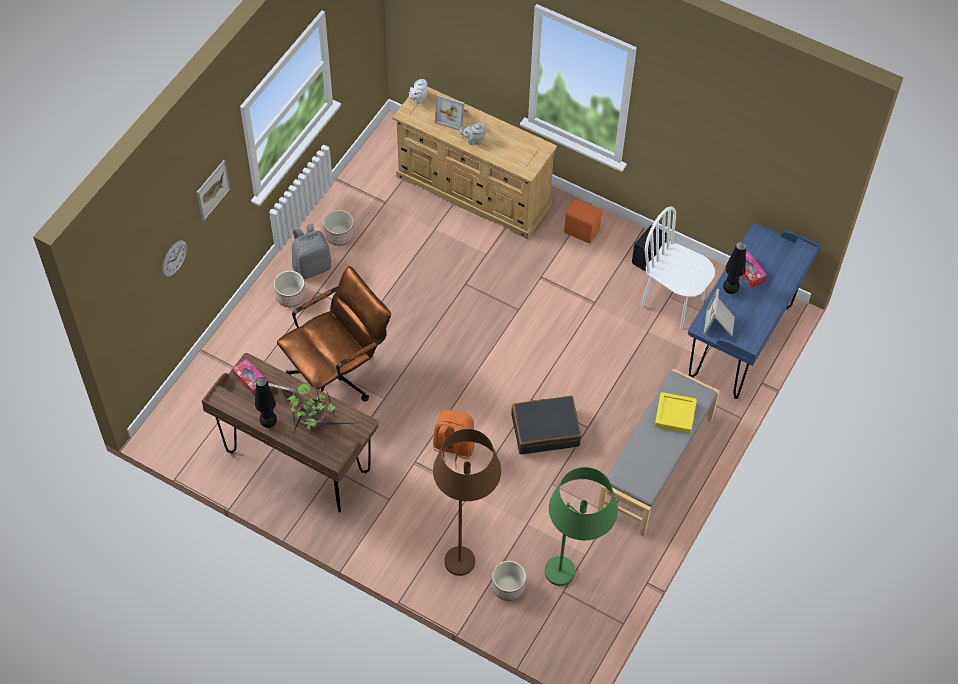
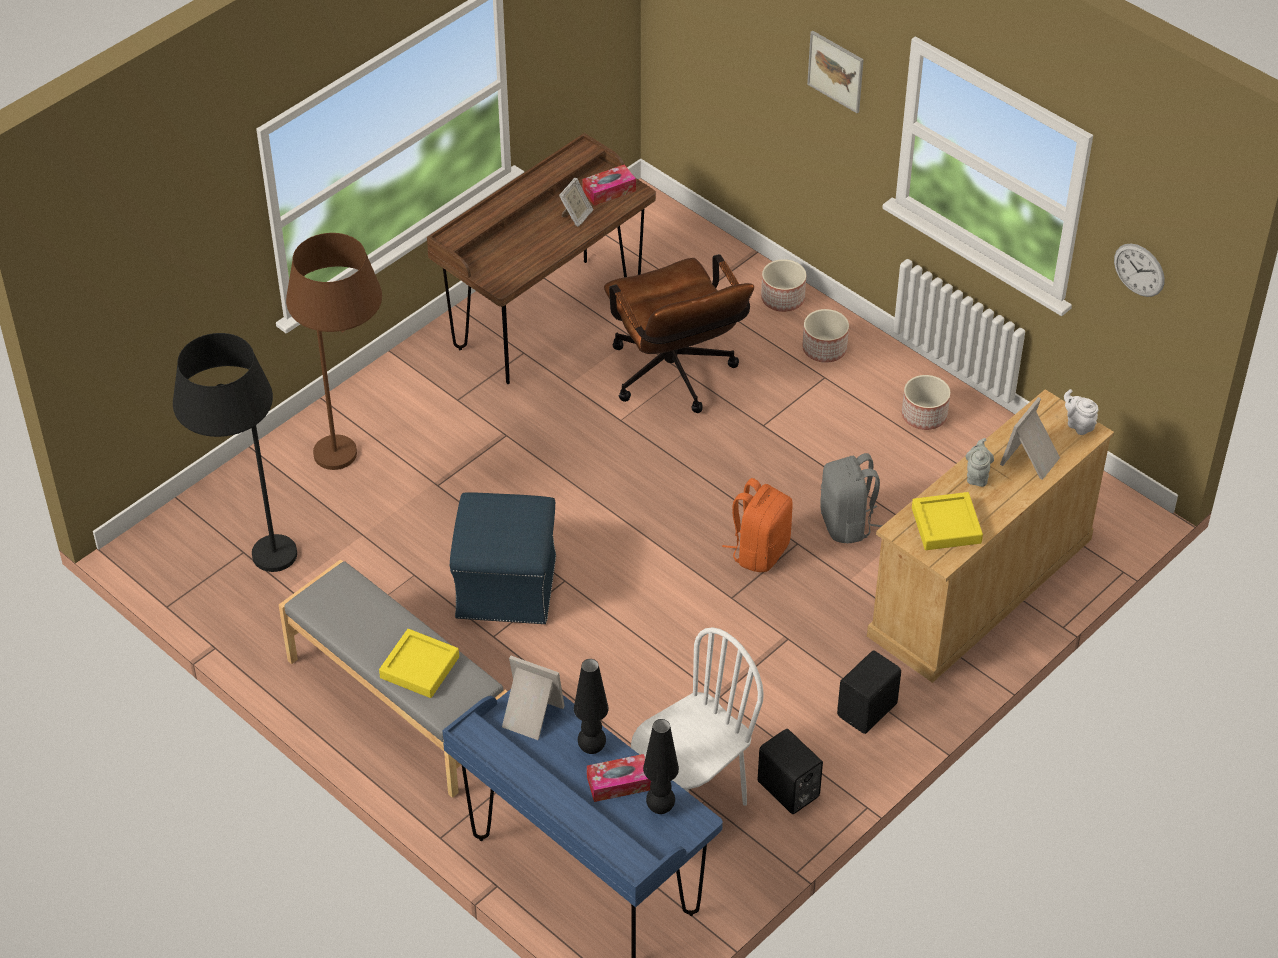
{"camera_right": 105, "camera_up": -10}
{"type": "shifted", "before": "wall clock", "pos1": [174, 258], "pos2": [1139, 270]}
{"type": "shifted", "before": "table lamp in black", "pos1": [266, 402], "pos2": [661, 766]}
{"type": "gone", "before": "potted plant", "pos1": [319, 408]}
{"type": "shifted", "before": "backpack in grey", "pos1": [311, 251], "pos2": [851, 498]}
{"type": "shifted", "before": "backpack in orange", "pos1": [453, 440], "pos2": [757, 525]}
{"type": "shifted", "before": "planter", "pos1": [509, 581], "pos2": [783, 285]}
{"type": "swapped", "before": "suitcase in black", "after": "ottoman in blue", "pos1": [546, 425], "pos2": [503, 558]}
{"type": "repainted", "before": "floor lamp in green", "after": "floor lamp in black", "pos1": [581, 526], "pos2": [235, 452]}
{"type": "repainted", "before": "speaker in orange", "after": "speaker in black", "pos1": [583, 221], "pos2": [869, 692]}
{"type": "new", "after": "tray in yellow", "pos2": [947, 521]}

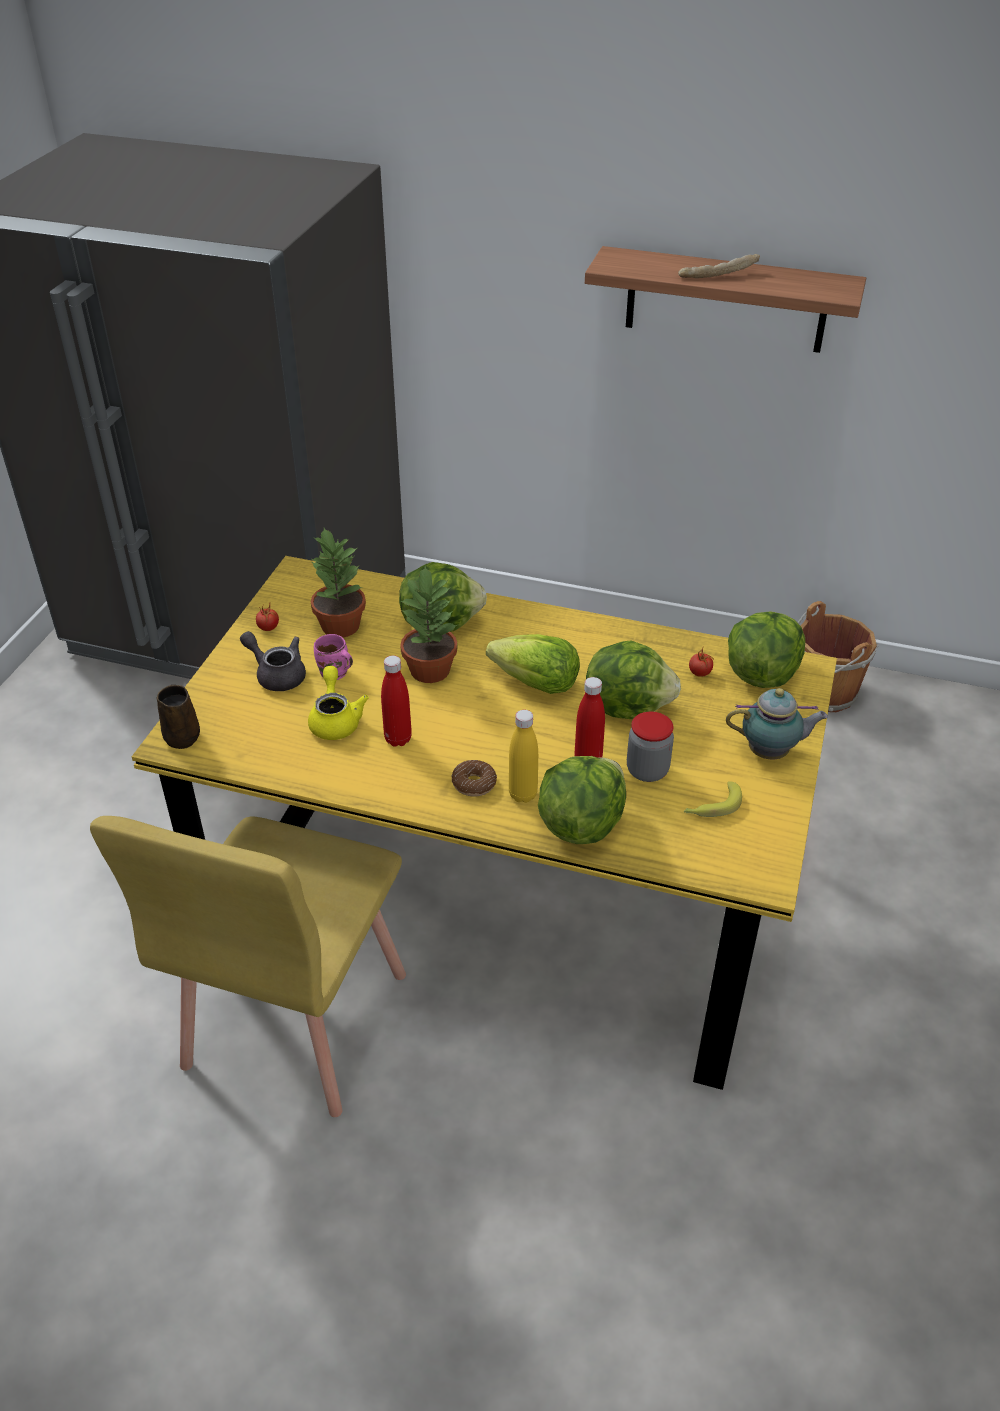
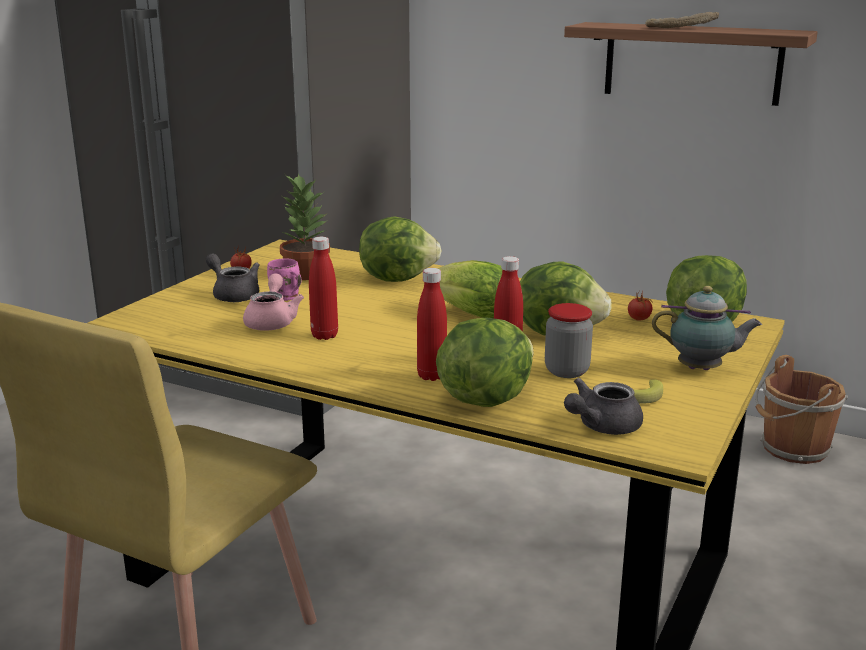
{"camera_right": 10, "camera_up": -20}
{"type": "gone", "before": "mug in brown", "pos1": [178, 717]}
{"type": "repainted", "before": "teapot in yellow", "after": "teapot in pink", "pos1": [338, 703], "pos2": [273, 302]}
{"type": "gone", "before": "potted plant", "pos1": [429, 624]}
{"type": "gone", "before": "donut", "pos1": [474, 778]}
{"type": "repainted", "before": "bottle in yellow", "after": "bottle in red", "pos1": [523, 756], "pos2": [432, 324]}
{"type": "new", "after": "teapot in grey", "pos2": [603, 406]}

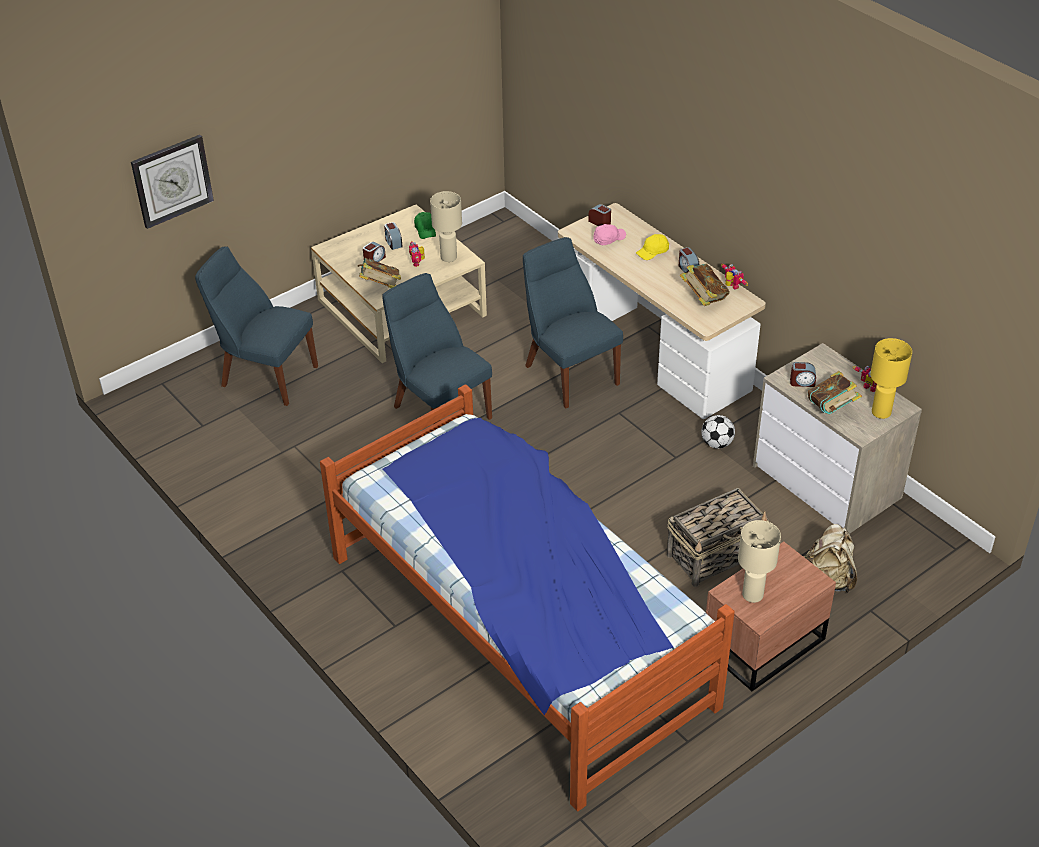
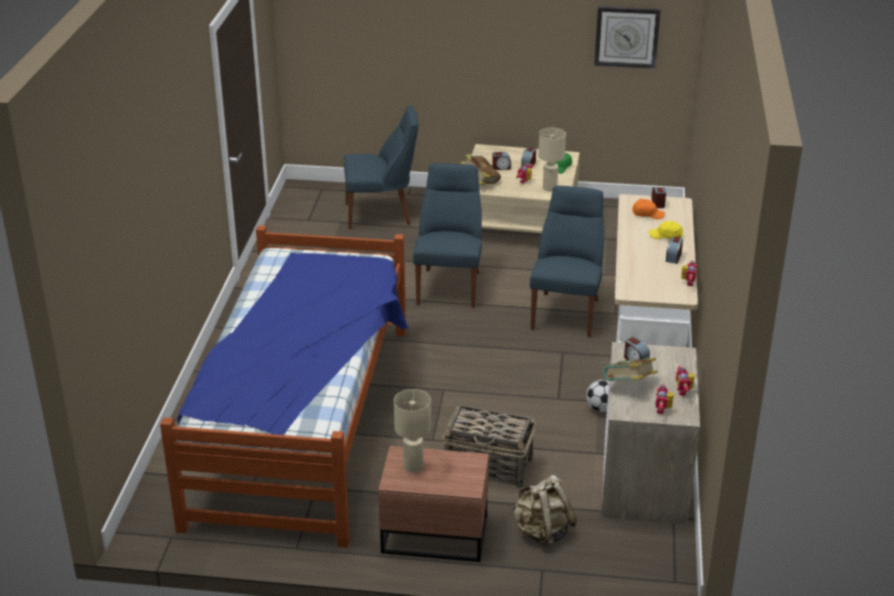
{"camera_right": 45, "camera_up": -10}
{"type": "shifted", "before": "wall clock", "pos1": [172, 182], "pos2": [627, 37]}
{"type": "rotated", "before": "chair in blue", "pos1": [256, 326], "pos2": [381, 167], "turn": 105}
{"type": "repainted", "before": "cap in pink", "after": "cap in orange", "pos1": [609, 234], "pos2": [648, 209]}
{"type": "gone", "before": "book", "pos1": [705, 285]}
{"type": "swapped", "before": "table lamp in yellow", "after": "toy robot", "pos1": [891, 378], "pos2": [664, 398]}

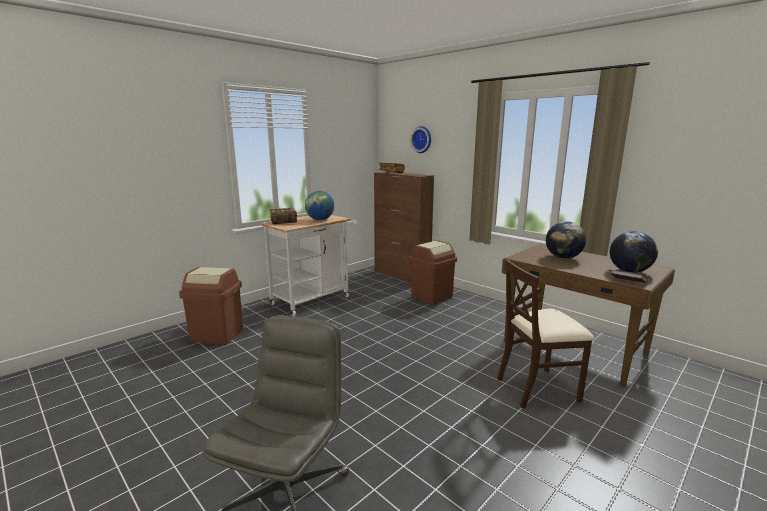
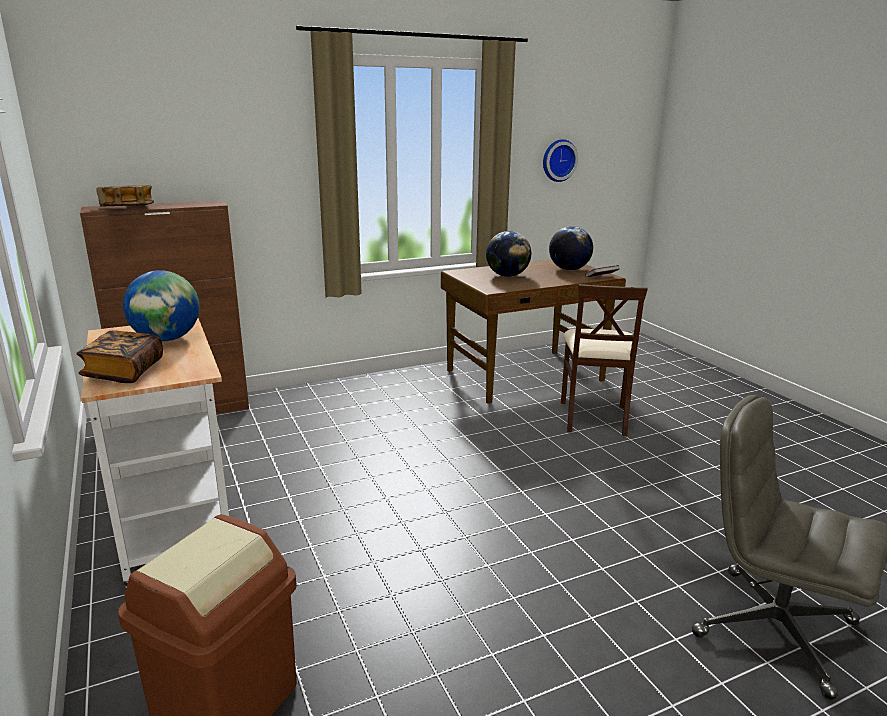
{"camera_right": -70, "camera_up": 5}
{"type": "gone", "before": "trash can in brown", "pos1": [433, 272]}
{"type": "shifted", "before": "wall clock", "pos1": [421, 139], "pos2": [560, 160]}

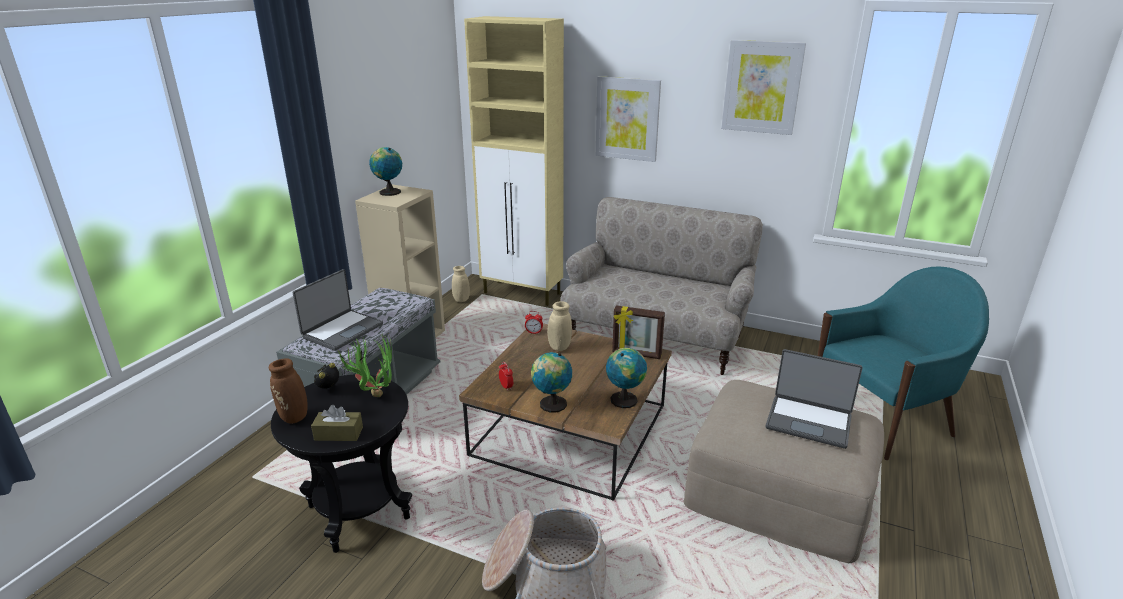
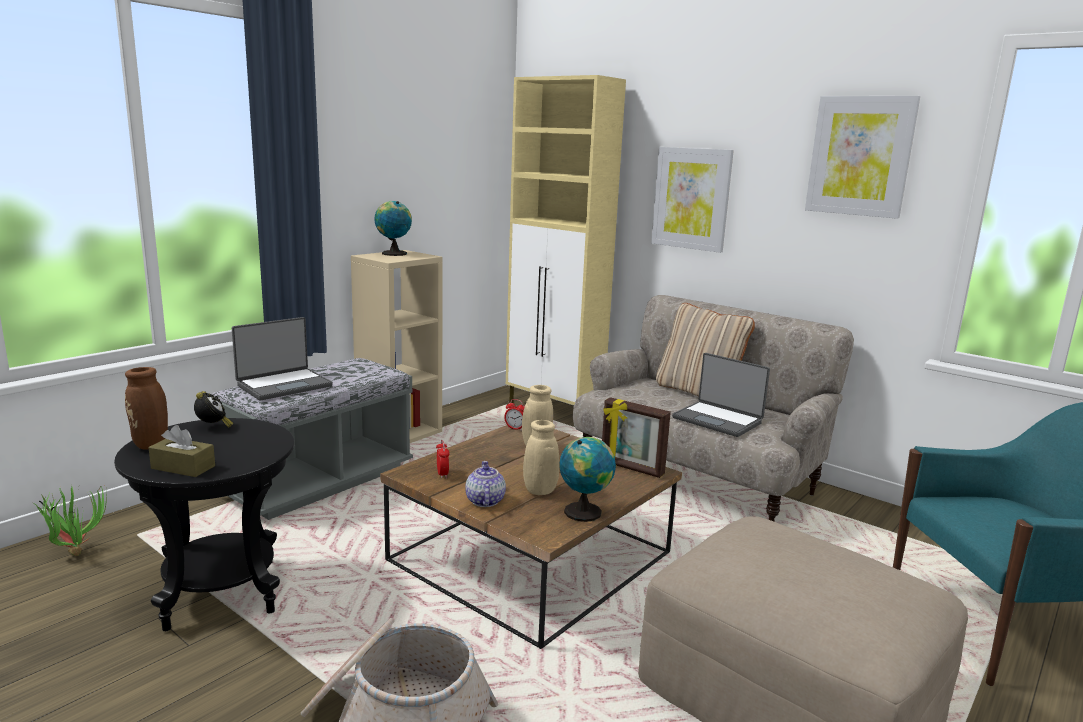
{"camera_right": 15, "camera_up": -10}
{"type": "rotated", "before": "alarm clock", "pos1": [326, 376], "pos2": [213, 409], "turn": 120}
{"type": "shifted", "before": "potted plant", "pos1": [364, 365], "pos2": [70, 520]}
{"type": "shifted", "before": "vase in beige", "pos1": [461, 284], "pos2": [541, 457]}
{"type": "swapped", "before": "globe", "after": "teapot", "pos1": [551, 382], "pos2": [485, 484]}
{"type": "shifted", "before": "laptop", "pos1": [814, 399], "pos2": [721, 395]}
{"type": "new", "after": "pillow in beige", "pos2": [705, 349]}

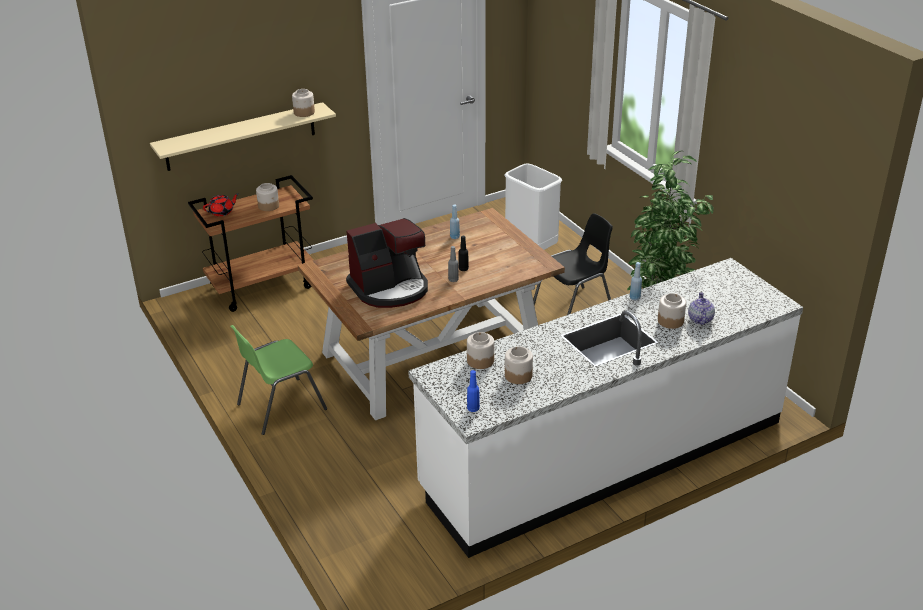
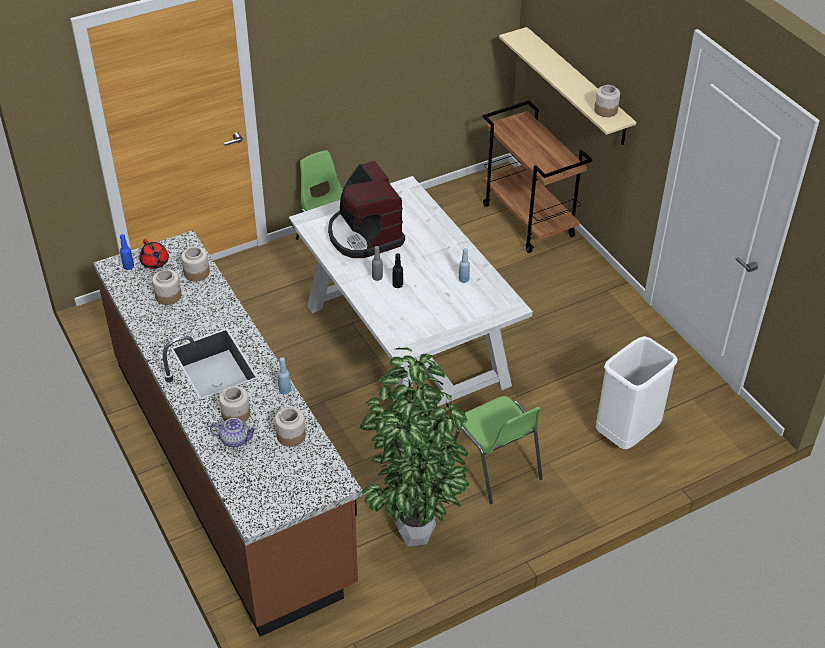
{"camera_right": 90, "camera_up": 10}
{"type": "shifted", "before": "teapot in red", "pos1": [221, 204], "pos2": [154, 254]}
{"type": "shifted", "before": "jar", "pos1": [267, 197], "pos2": [290, 427]}
{"type": "repainted", "before": "dining table in brown", "after": "dining table in white", "pos1": [431, 314], "pos2": [411, 303]}
{"type": "repainted", "before": "counter in white", "after": "counter in brown", "pos1": [605, 408], "pos2": [228, 433]}
{"type": "repainted", "before": "chair in black", "after": "chair in green", "pos1": [573, 264], "pos2": [498, 450]}

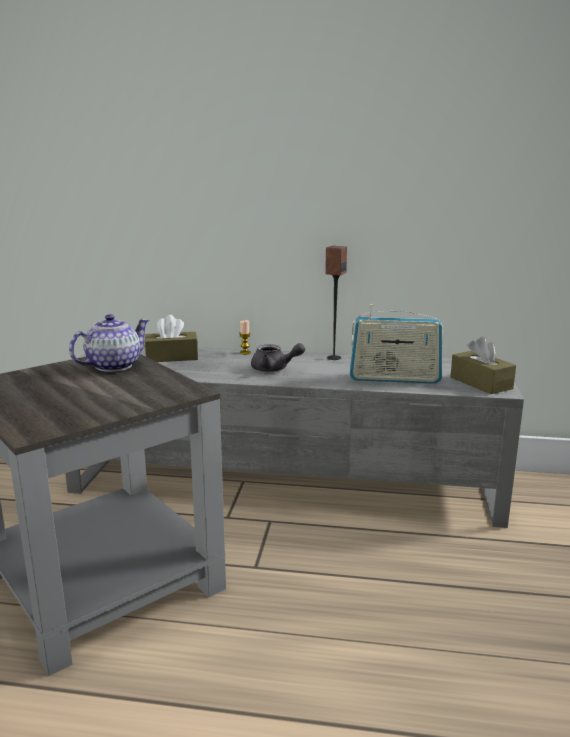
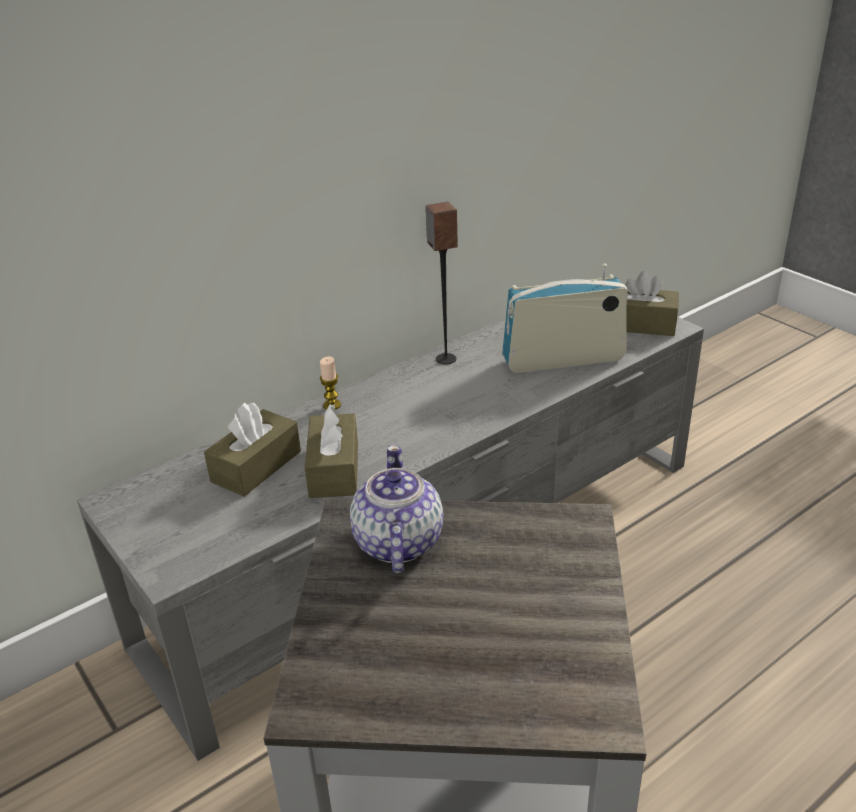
{"camera_right": -45, "camera_up": 15}
{"type": "gone", "before": "teapot in grey", "pos1": [278, 357]}
{"type": "rotated", "before": "radio", "pos1": [396, 344], "pos2": [565, 318], "turn": -150}
{"type": "new", "after": "tissue box in brown", "pos2": [331, 451]}

